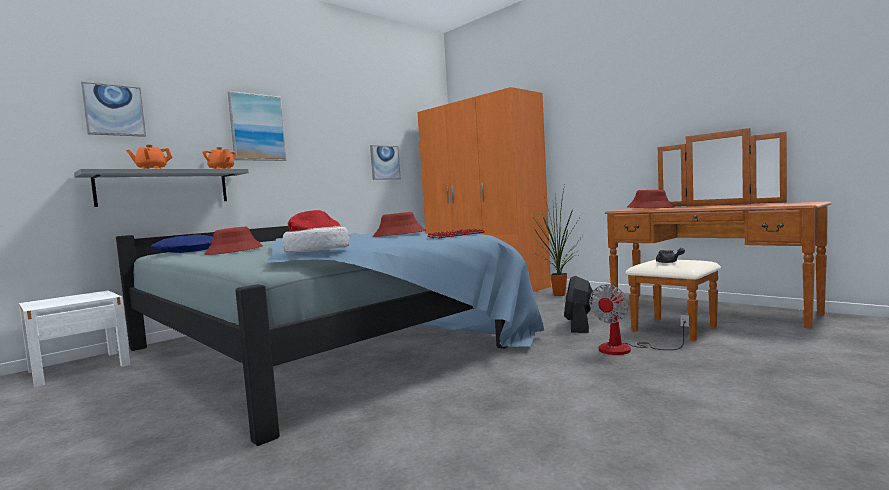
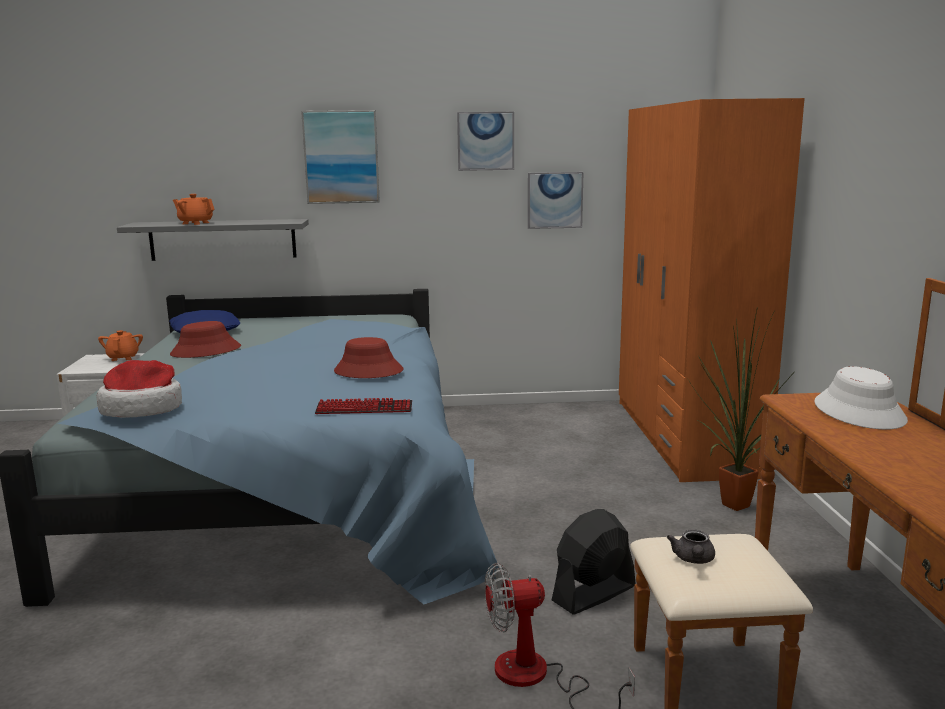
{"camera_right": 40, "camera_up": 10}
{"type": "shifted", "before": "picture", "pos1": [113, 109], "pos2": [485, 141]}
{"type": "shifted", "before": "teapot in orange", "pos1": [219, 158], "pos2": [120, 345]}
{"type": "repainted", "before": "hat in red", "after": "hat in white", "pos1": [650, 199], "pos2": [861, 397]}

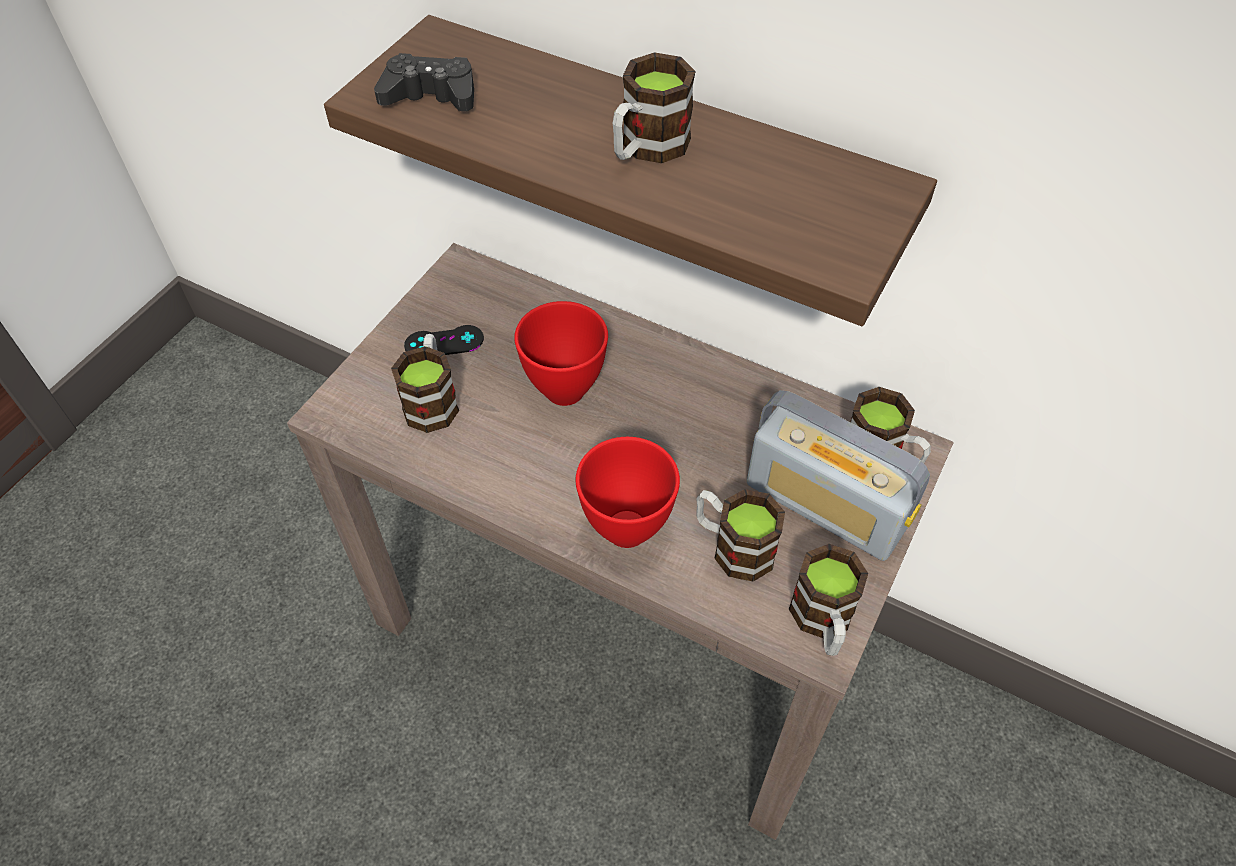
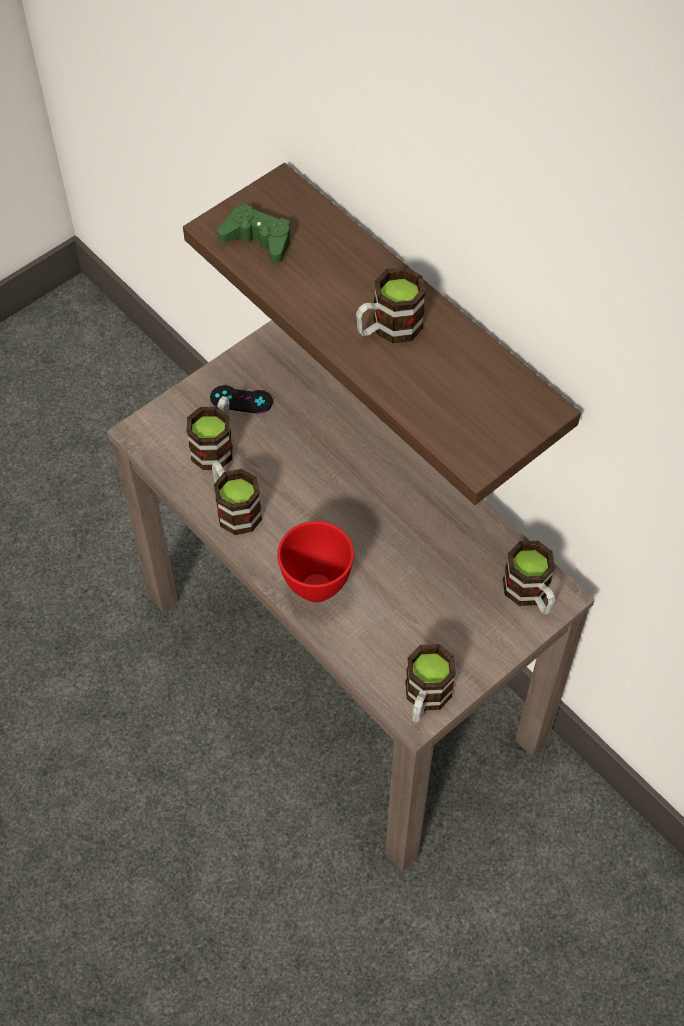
{"camera_right": 20, "camera_up": 5}
{"type": "repainted", "before": "game controller in black", "after": "game controller in green", "pos1": [424, 82], "pos2": [253, 233]}
{"type": "gone", "before": "bowl in red", "pos1": [561, 353]}
{"type": "shifted", "before": "mug", "pos1": [740, 535], "pos2": [237, 498]}
{"type": "gone", "before": "radio", "pos1": [838, 475]}

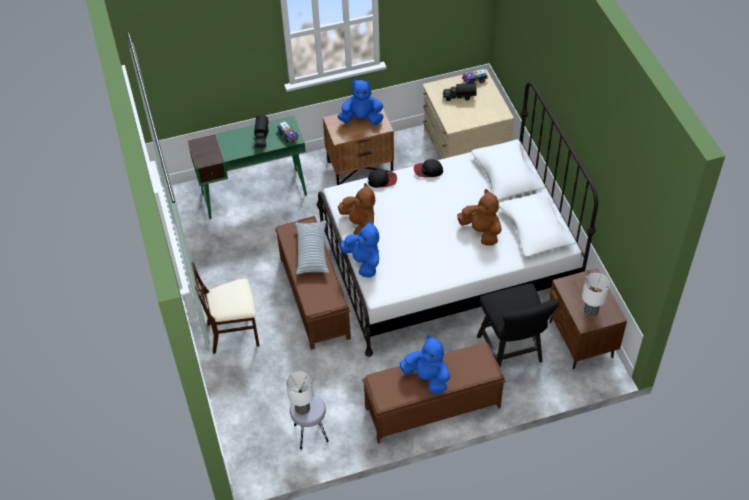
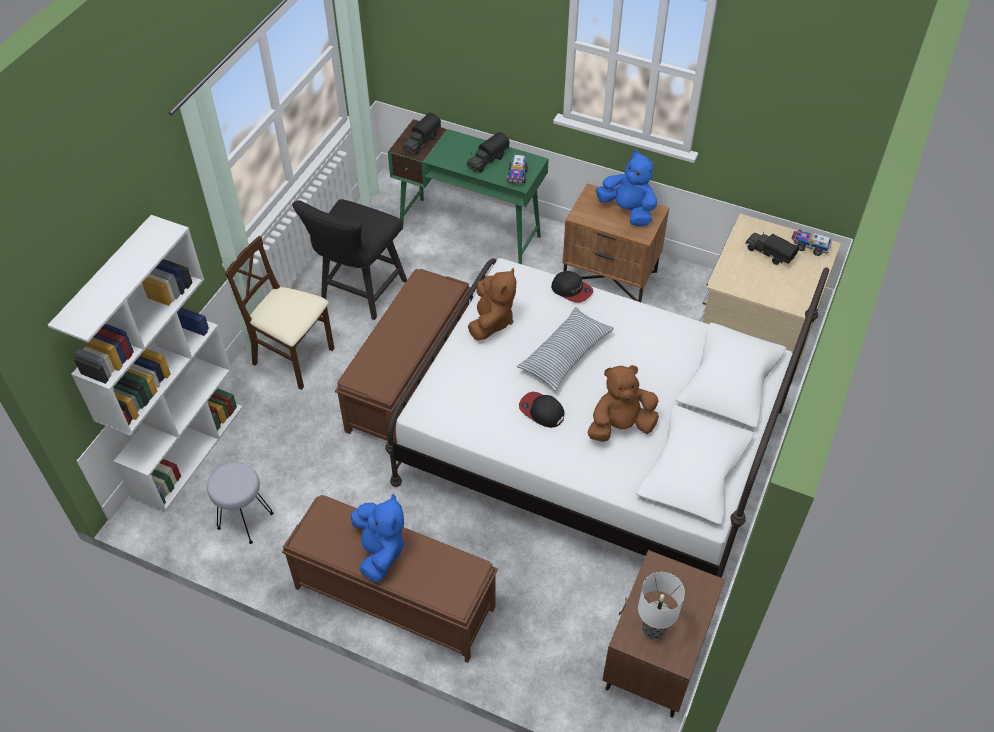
{"camera_right": 40, "camera_up": 0}
{"type": "gone", "before": "table lamp", "pos1": [299, 393]}
{"type": "shifted", "before": "pillow", "pos1": [312, 247], "pos2": [565, 349]}
{"type": "gone", "before": "plush toy in blue", "pos1": [359, 249]}
{"type": "shifted", "before": "cap", "pos1": [428, 168], "pos2": [541, 410]}
{"type": "rotated", "before": "plush toy in brown", "pos1": [479, 217], "pos2": [623, 403], "turn": -105}
{"type": "shifted", "before": "chair in black", "pos1": [518, 325], "pos2": [349, 259]}
{"type": "new", "after": "bookcase in white", "pos2": [145, 364]}
{"type": "new", "after": "toy truck", "pos2": [421, 134]}

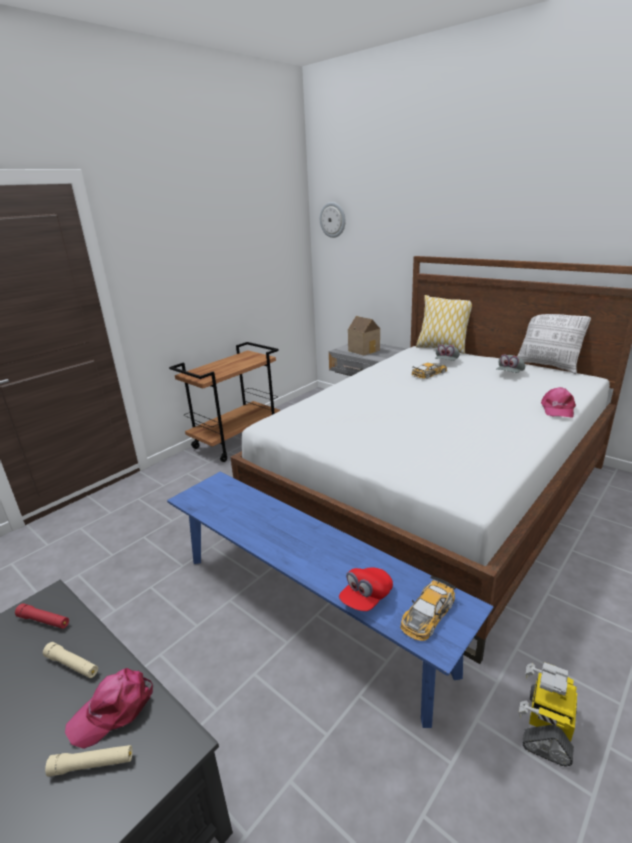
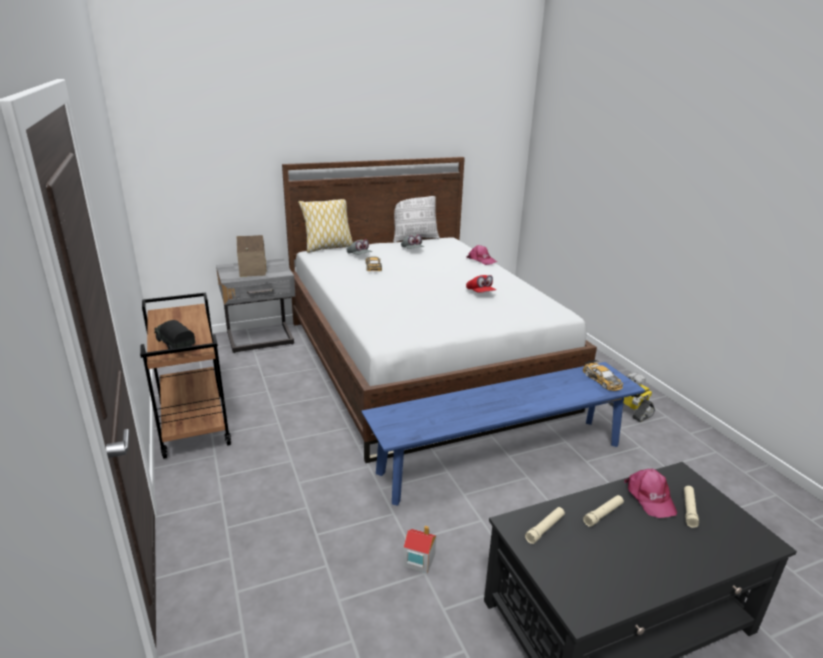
{"camera_right": -65, "camera_up": 0}
{"type": "repainted", "before": "flashlight in red", "after": "flashlight in beige", "pos1": [42, 616], "pos2": [545, 525]}
{"type": "gone", "before": "wall clock", "pos1": [333, 220]}
{"type": "shifted", "before": "cap in red", "pos1": [366, 589], "pos2": [481, 284]}
{"type": "new", "after": "toy truck", "pos2": [174, 337]}
{"type": "new", "after": "toy house", "pos2": [419, 550]}

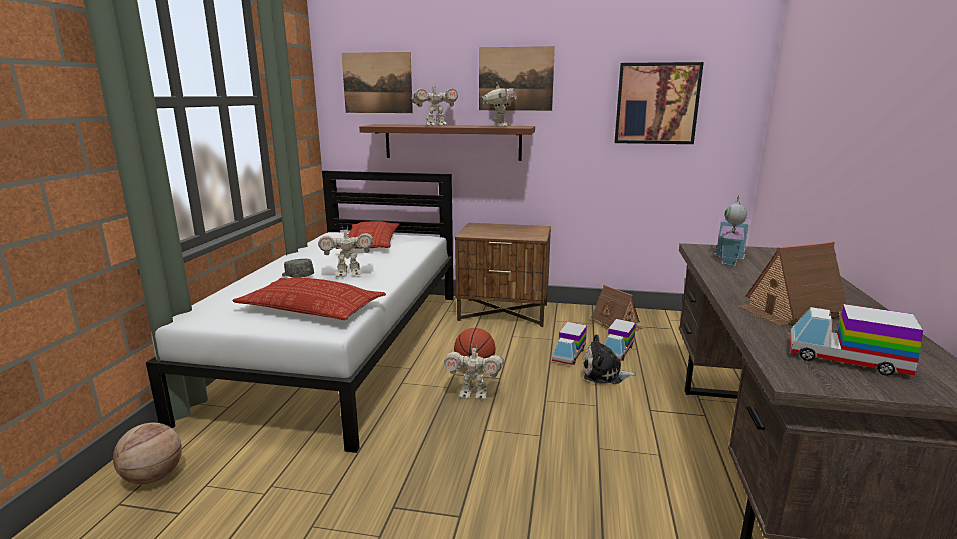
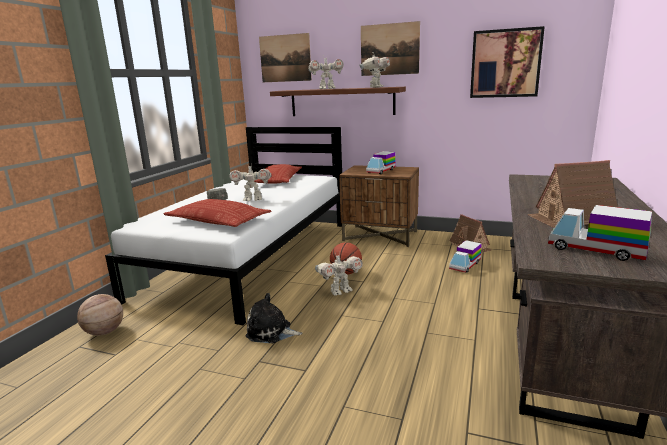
{"camera_right": 10, "camera_up": 0}
{"type": "rotated", "before": "toy robot", "pos1": [474, 371], "pos2": [339, 274], "turn": -45}
{"type": "shifted", "before": "toy truck", "pos1": [569, 343], "pos2": [381, 162]}
{"type": "shifted", "before": "plush toy", "pos1": [610, 359], "pos2": [274, 318]}
{"type": "gone", "before": "toy house", "pos1": [732, 230]}

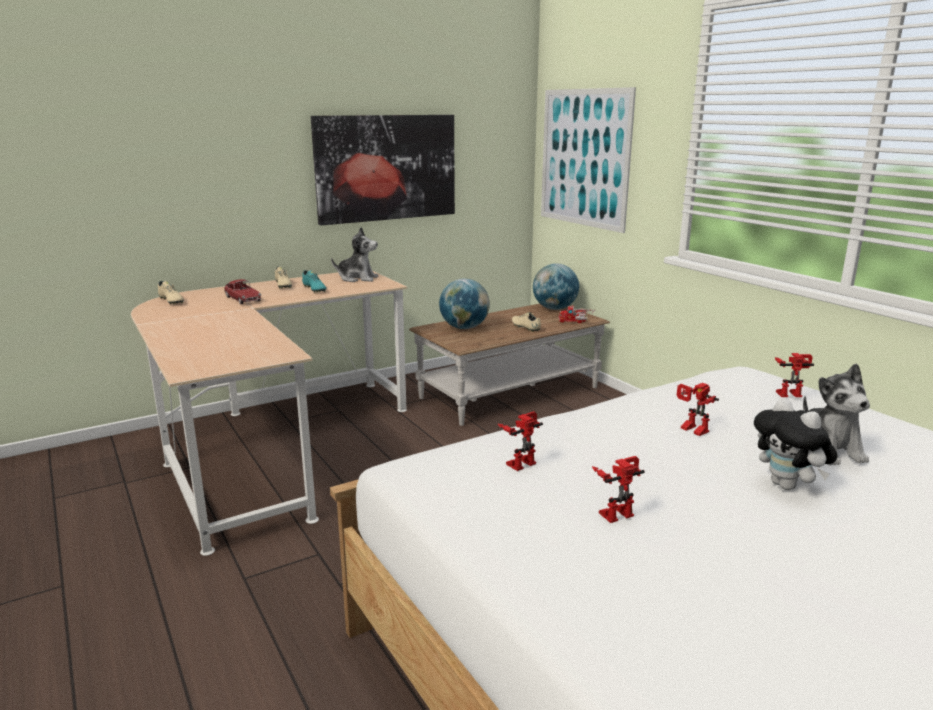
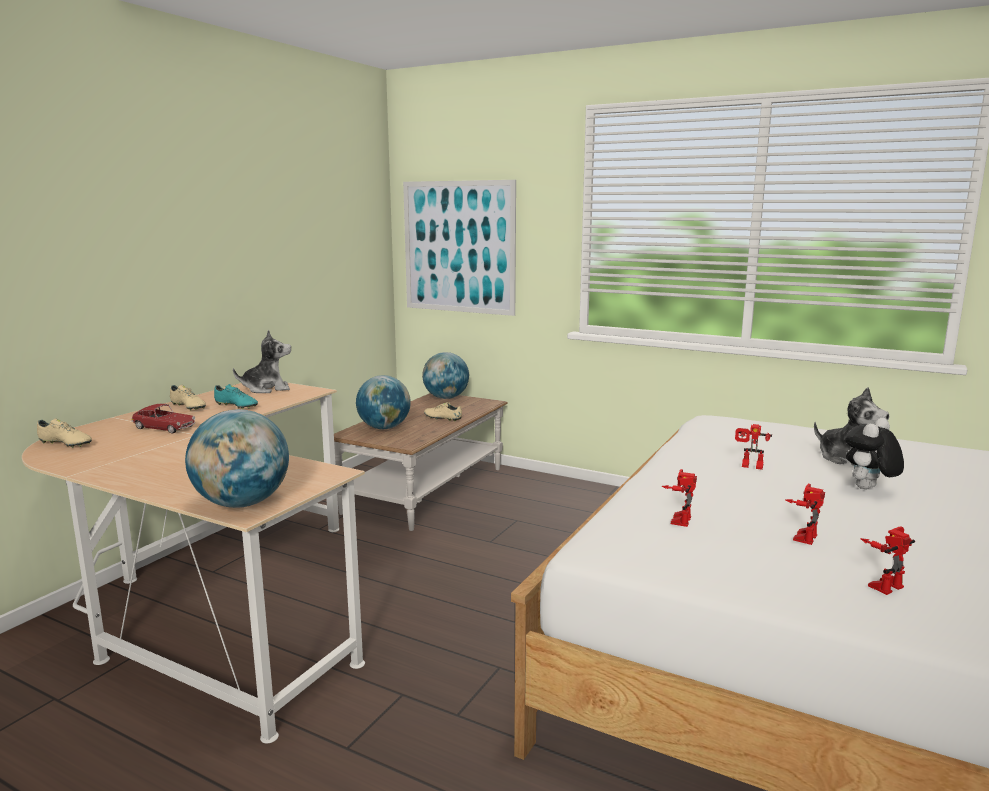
{"camera_right": -30, "camera_up": -5}
{"type": "gone", "before": "picture", "pos1": [383, 170]}
{"type": "gone", "before": "toy truck", "pos1": [577, 314]}
{"type": "rotated", "before": "plush toy", "pos1": [795, 444], "pos2": [874, 453], "turn": 105}
{"type": "shifted", "before": "toy robot", "pos1": [794, 375], "pos2": [887, 560]}
{"type": "new", "after": "globe", "pos2": [237, 458]}

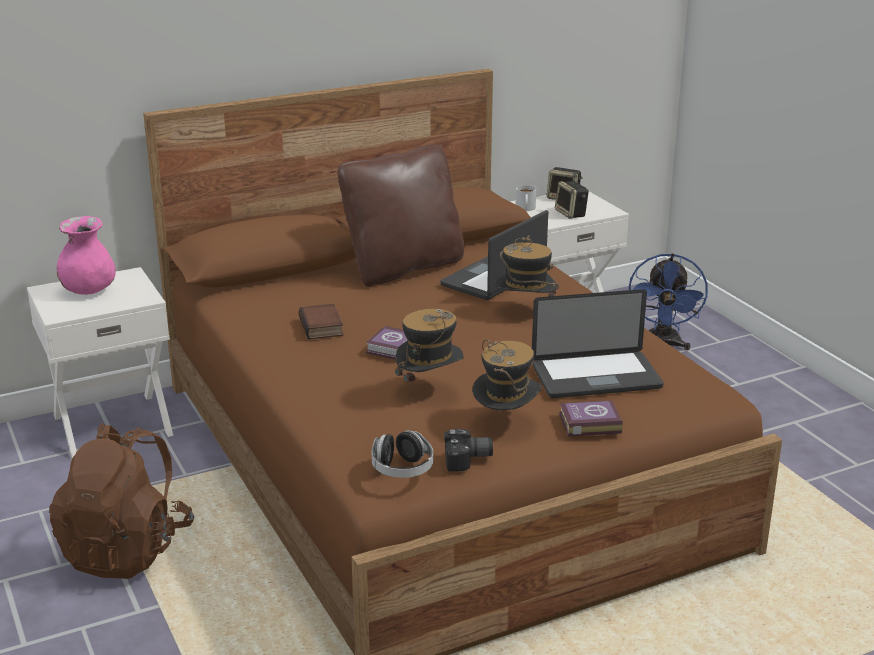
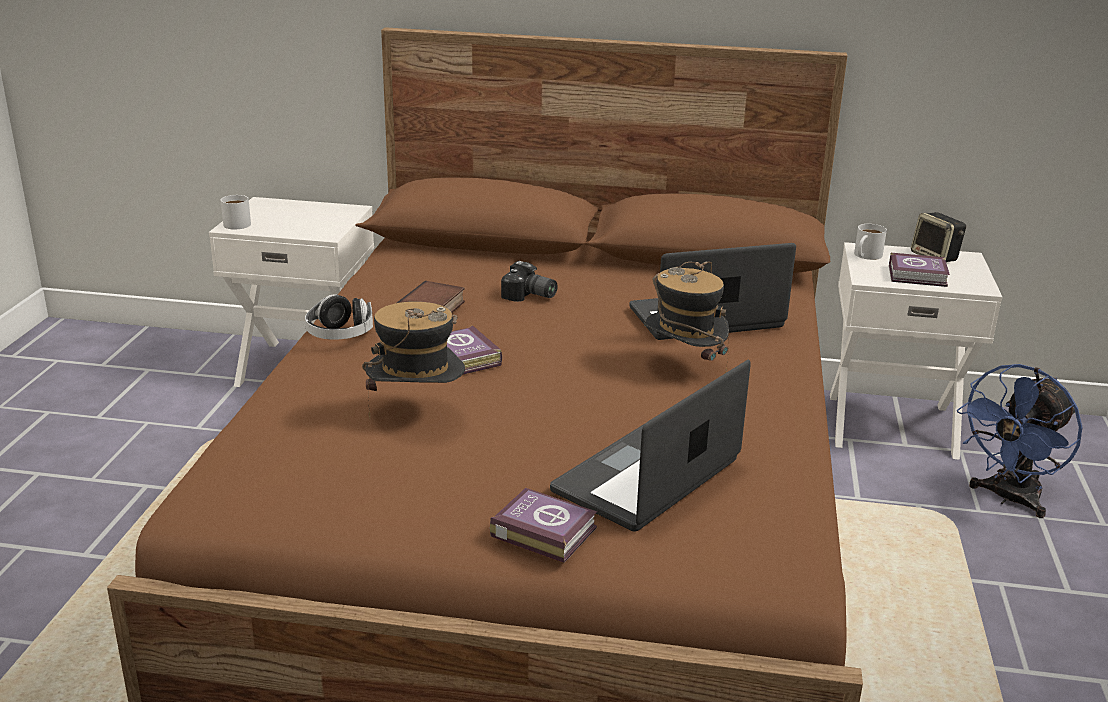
{"camera_right": 35, "camera_up": 0}
{"type": "gone", "before": "backpack in brown", "pos1": [121, 501]}
{"type": "gone", "before": "vase in pink", "pos1": [86, 255]}
{"type": "gone", "before": "pillow in brown", "pos1": [400, 215]}
{"type": "shifted", "before": "headphones", "pos1": [402, 454], "pos2": [339, 317]}
{"type": "shifted", "before": "photo camera", "pos1": [468, 450], "pos2": [529, 281]}
{"type": "gone", "before": "hat", "pos1": [507, 374]}
{"type": "rotated", "before": "laptop", "pos1": [598, 343], "pos2": [650, 446], "turn": 105}
{"type": "swapped", "before": "speaker", "after": "book", "pos1": [572, 200], "pos2": [919, 270]}
{"type": "new", "after": "mug in white", "pos2": [236, 212]}

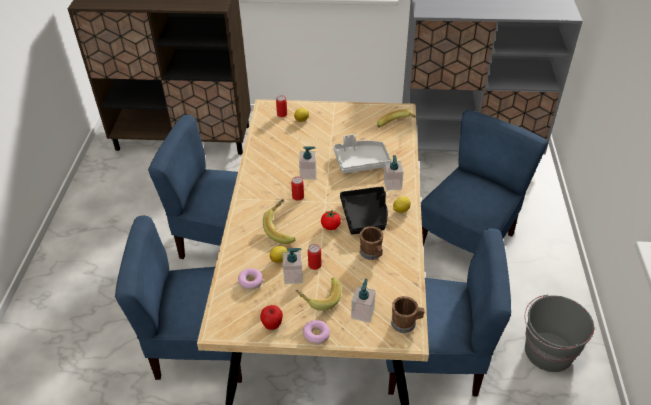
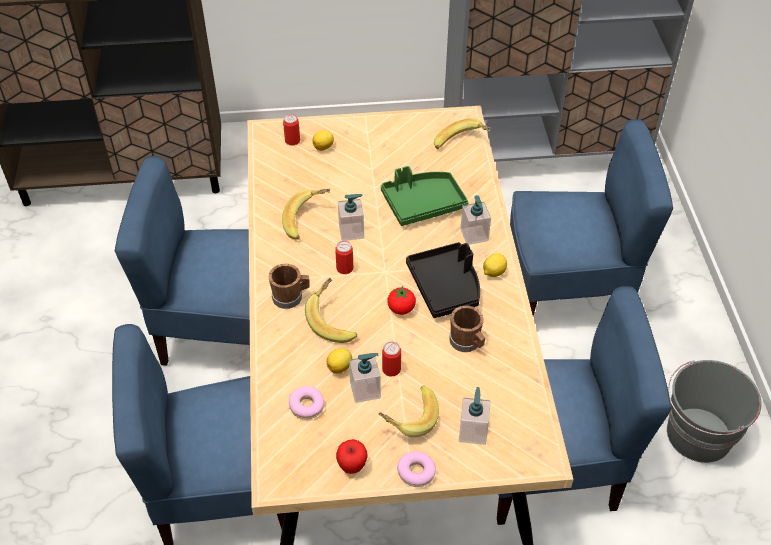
{"camera_right": -10, "camera_up": 5}
{"type": "repainted", "before": "tray in grey", "after": "tray in green", "pos1": [362, 153], "pos2": [424, 196]}
{"type": "shifted", "before": "mug in brown", "pos1": [407, 314], "pos2": [289, 286]}
{"type": "rotated", "before": "chair in blue", "pos1": [485, 181], "pos2": [591, 217], "turn": 60}
{"type": "new", "after": "banana", "pos2": [306, 214]}

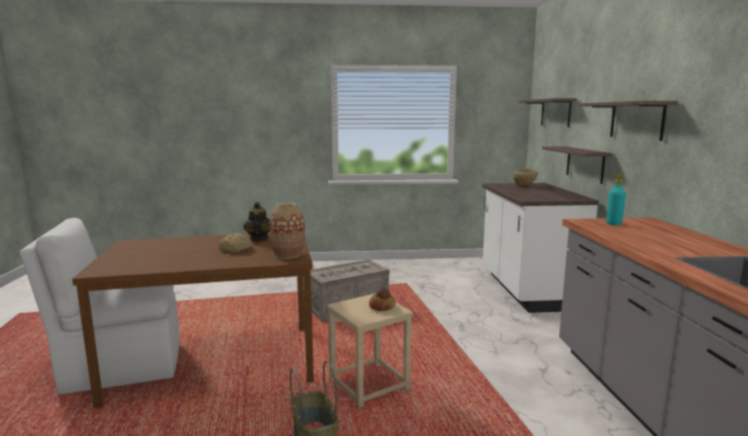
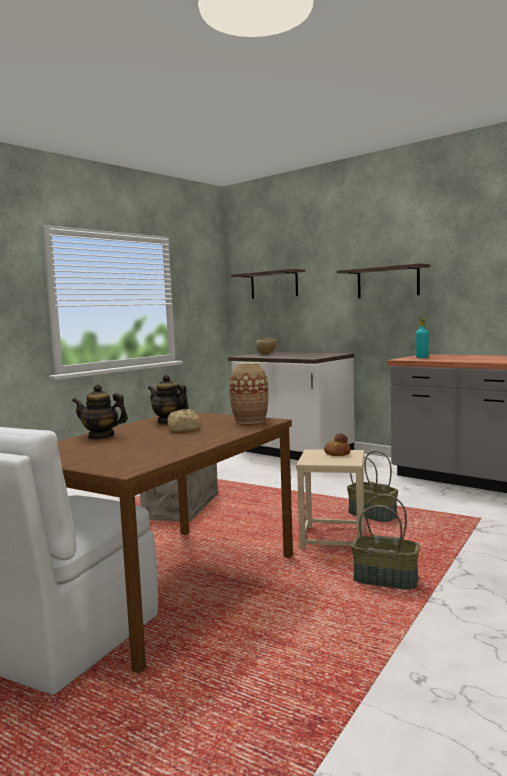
{"camera_right": -45, "camera_up": -5}
{"type": "gone", "before": "shelf", "pos1": [577, 165]}
{"type": "new", "after": "teapot", "pos2": [100, 411]}
{"type": "new", "after": "basket", "pos2": [372, 486]}

